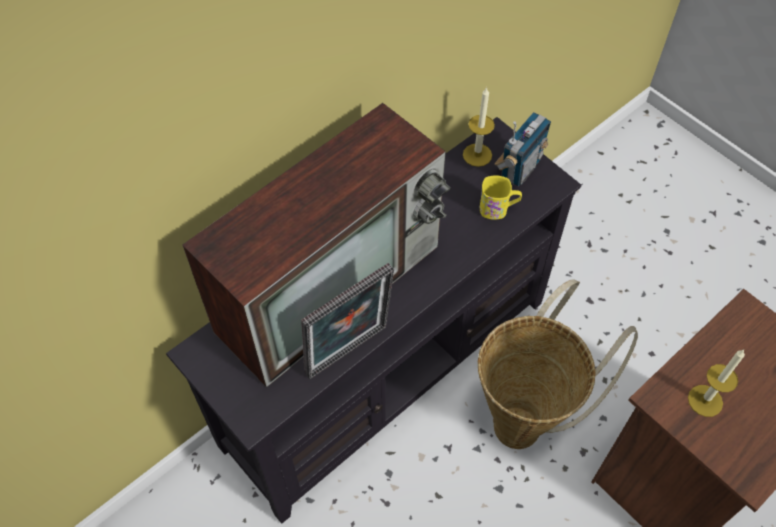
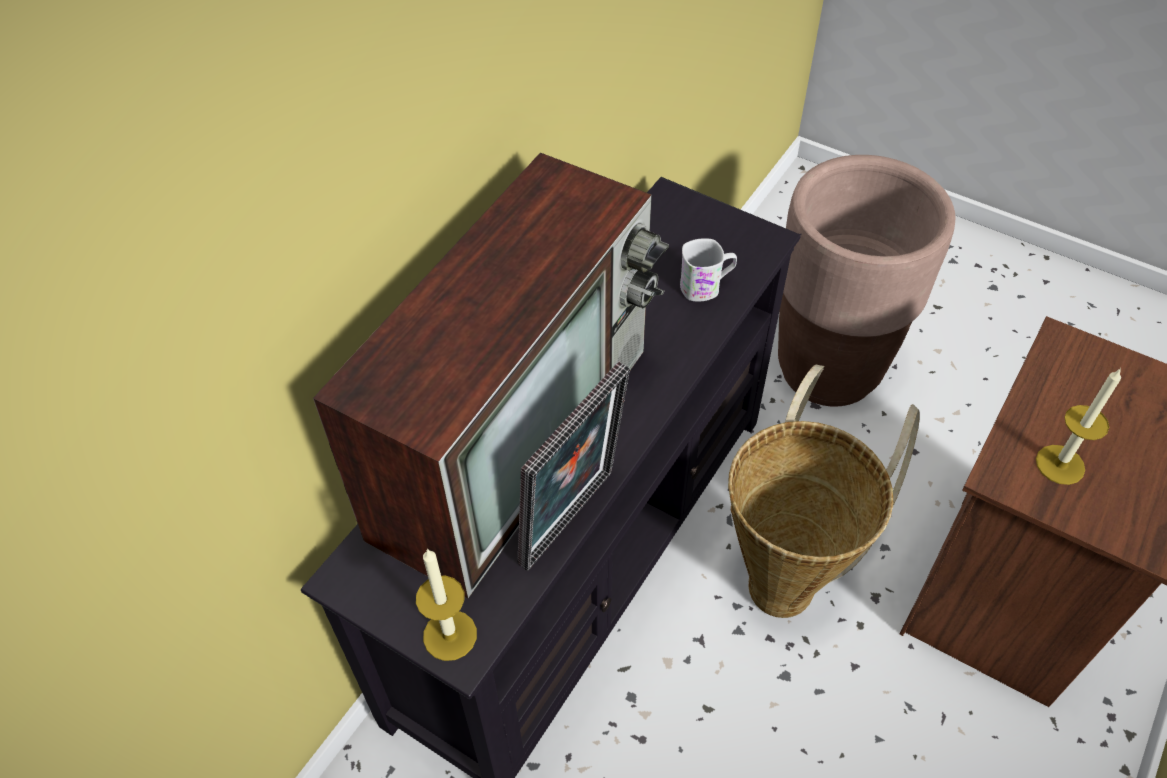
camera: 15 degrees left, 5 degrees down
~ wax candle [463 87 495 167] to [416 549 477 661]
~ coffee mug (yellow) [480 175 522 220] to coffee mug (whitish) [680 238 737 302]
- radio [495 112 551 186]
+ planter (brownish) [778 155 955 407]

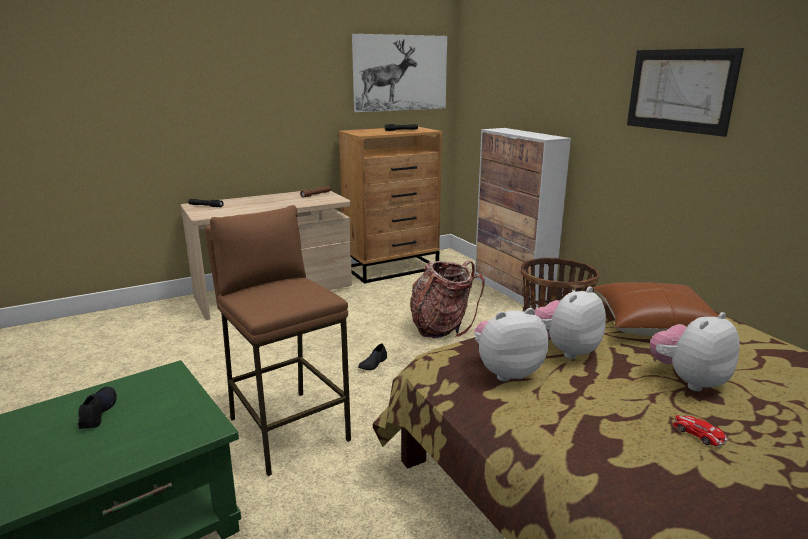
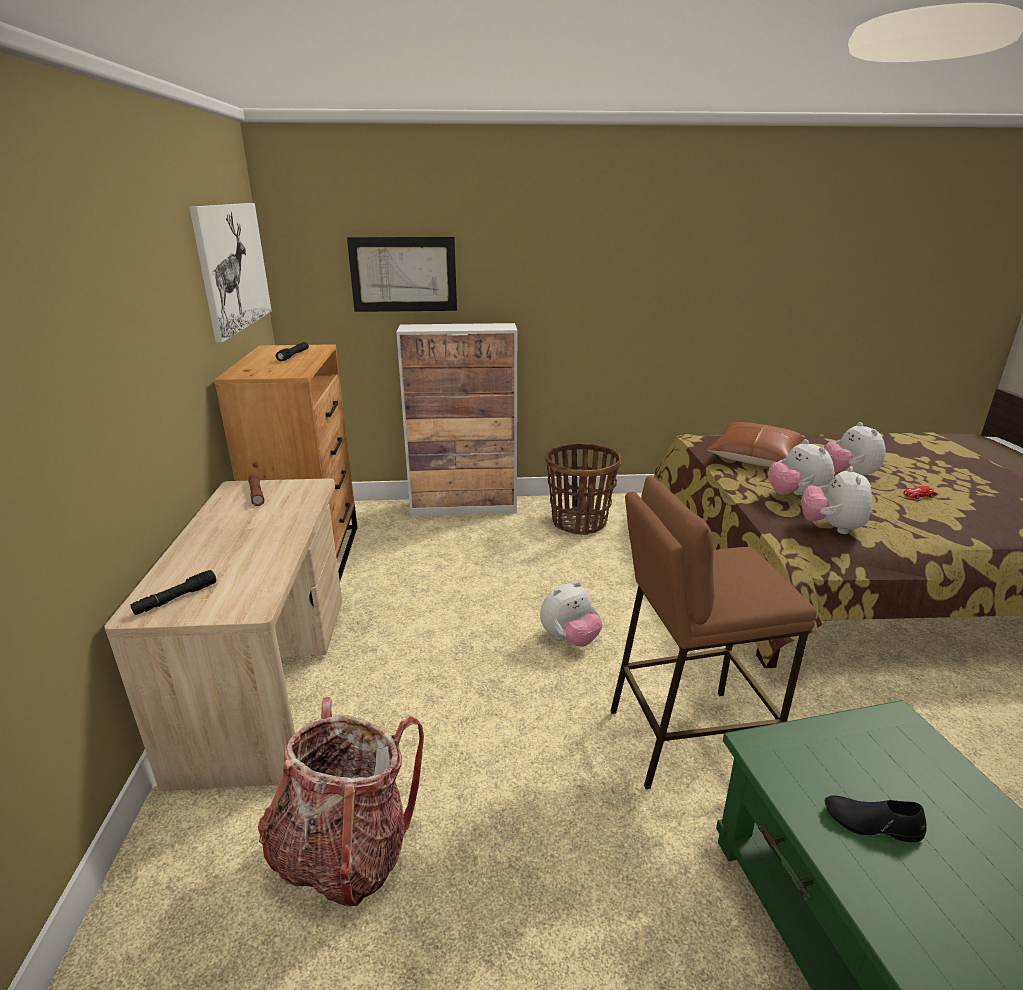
camera: 65 degrees left, 5 degrees up
~ low shoe (black) [358 344 387 370] to soft toy [540 582 603 647]
~ backpack [410 260 484 338] to [258 697 424 907]
~ wall picture [627 48 744 137] to [347 237 457 312]

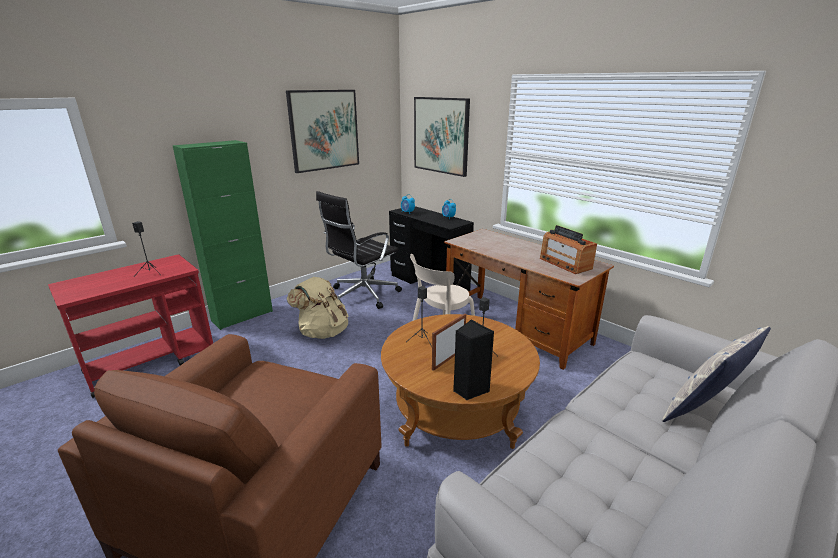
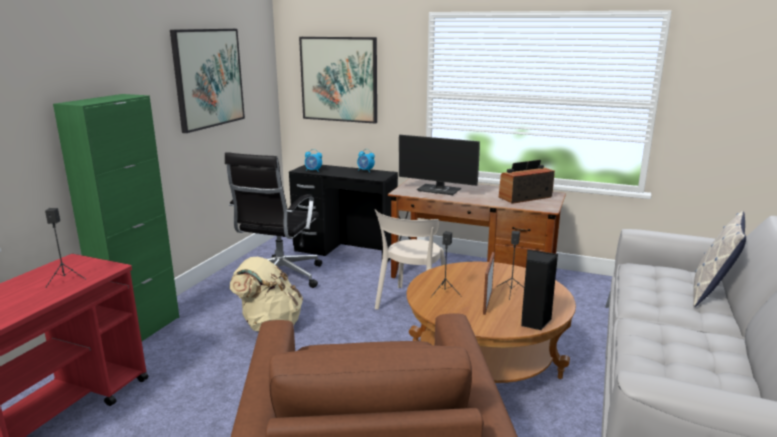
camera: 25 degrees left, 5 degrees down
~ radio [540 225 597 274] = [499 160 555 204] 120 degrees clockwise
+ computer screen [399 135 480 195]

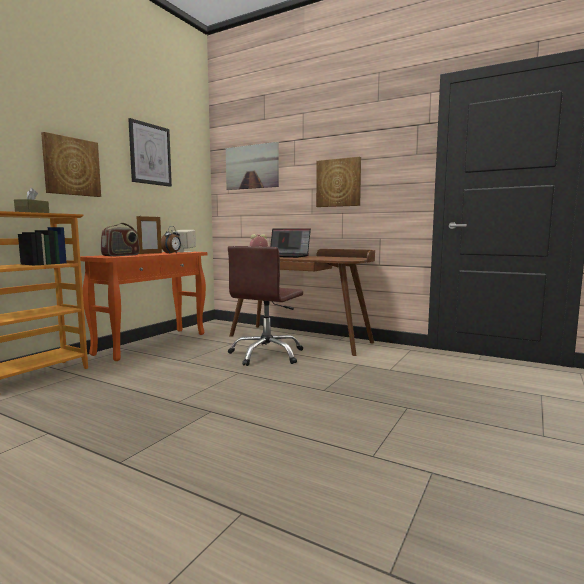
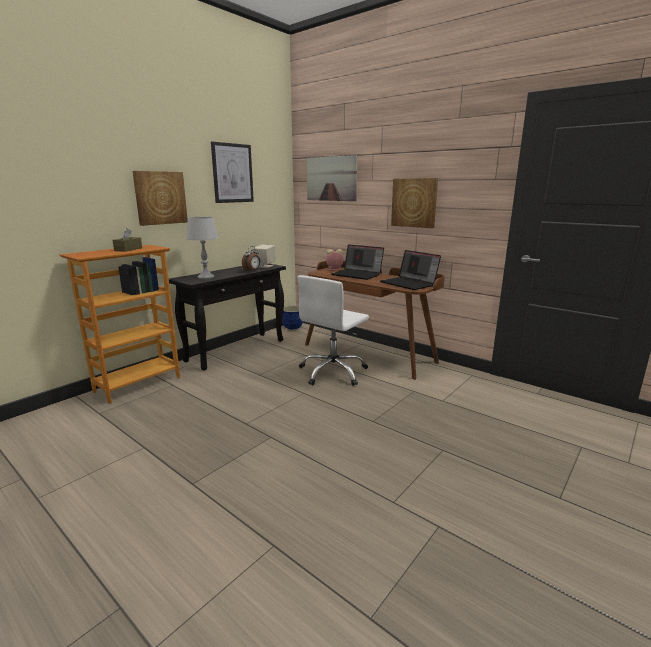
camera: 10 degrees right, 10 degrees up
~ narrow table (orange) [80 252 207 361] to narrow table (black) [169 264 286 371]
~ radio [101 223 140 256] to table lamp (gray) [186 217 218 279]
- standing frame [136 215 162 254]
~ office chair (brownish) [228 246 303 366] to office chair (whitish) [298 275 369 386]
+ planter [282 306 303 329]
+ laptop [380 250 441 290]

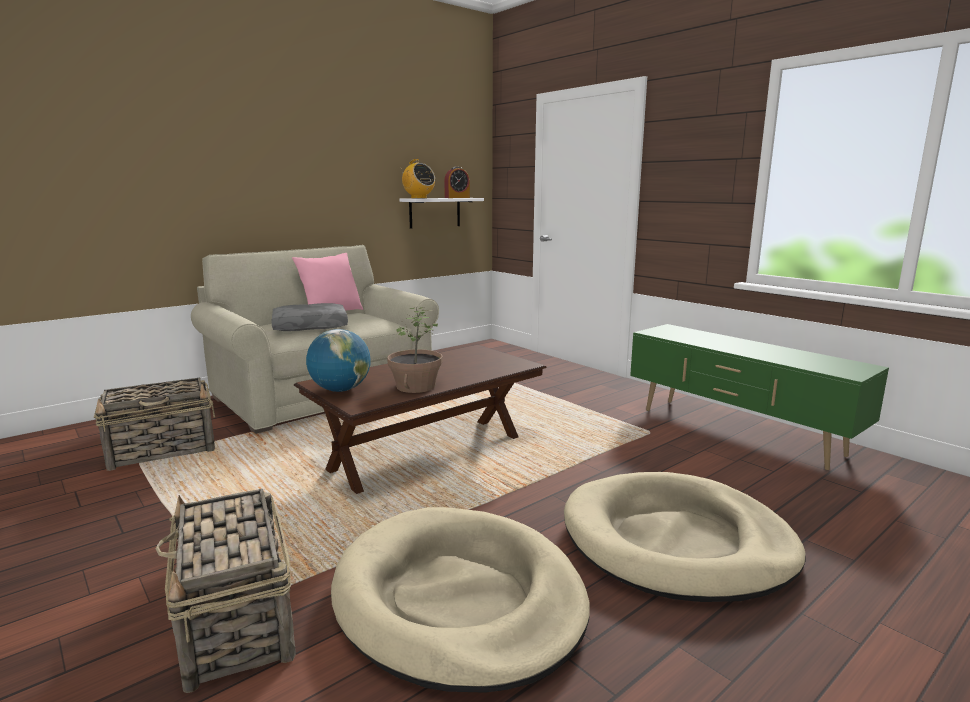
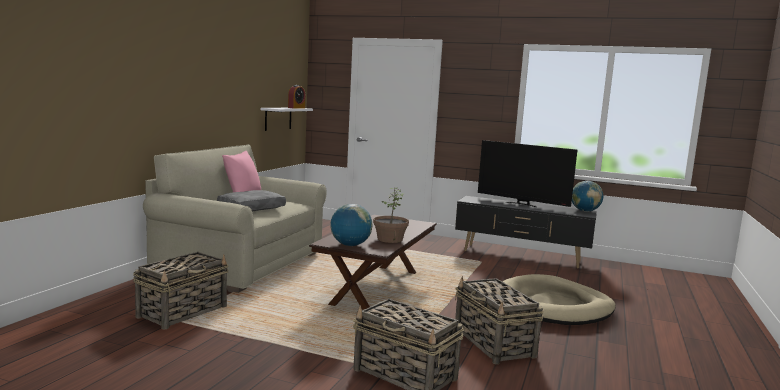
camera: 30 degrees left, 5 degrees down
~ dog bed (sand-coloured) [331 507 590 693] to basket [455 276 544 364]
- radio [400 159 435 199]
~ media console (green-coloured) [630 324 889 470] to media console (black) [455 196 597 268]
+ TV [478 140 577 207]
+ desk globe [572 181 603 212]

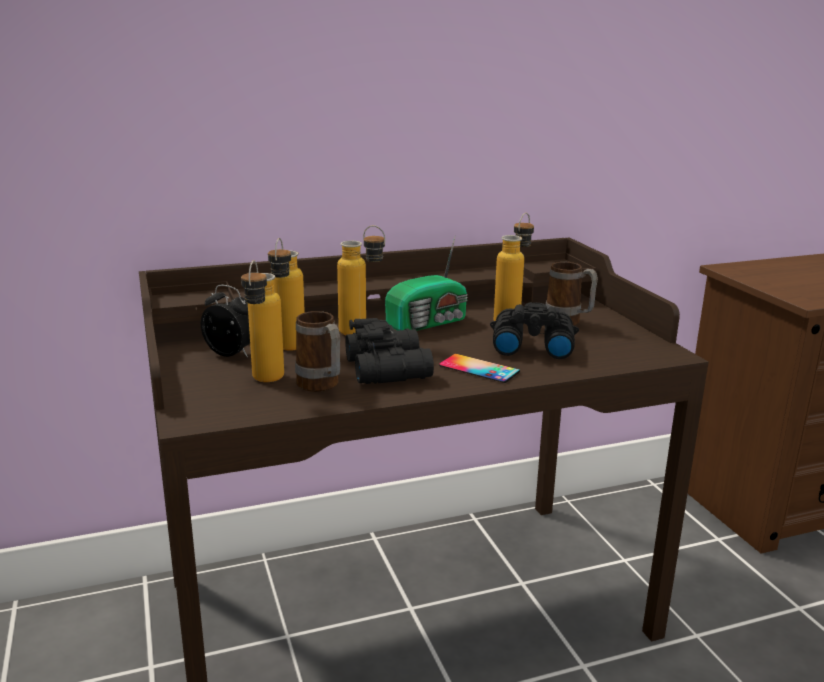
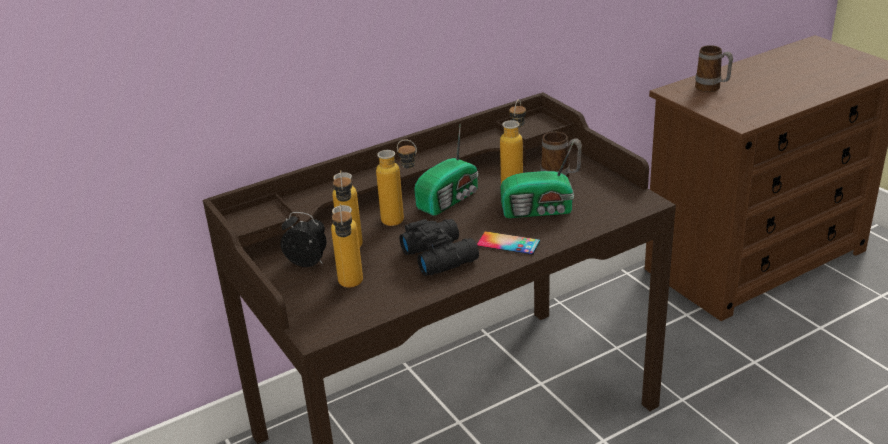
camera: 10 degrees left, 10 degrees up
~ coffee mug [295 311 340 392] to [695 45 733 92]
~ pair of binoculars (black) [490 302 579 359] to radio [500 141 574 218]

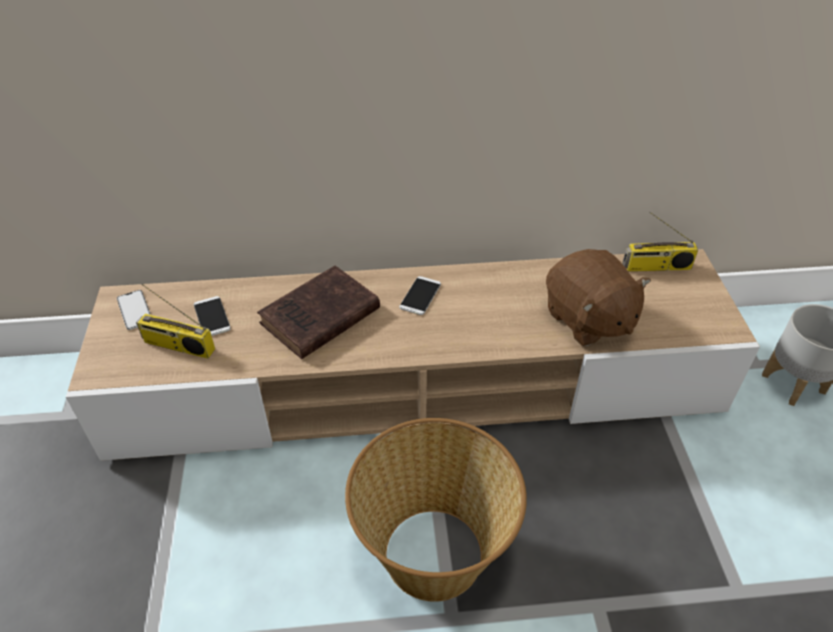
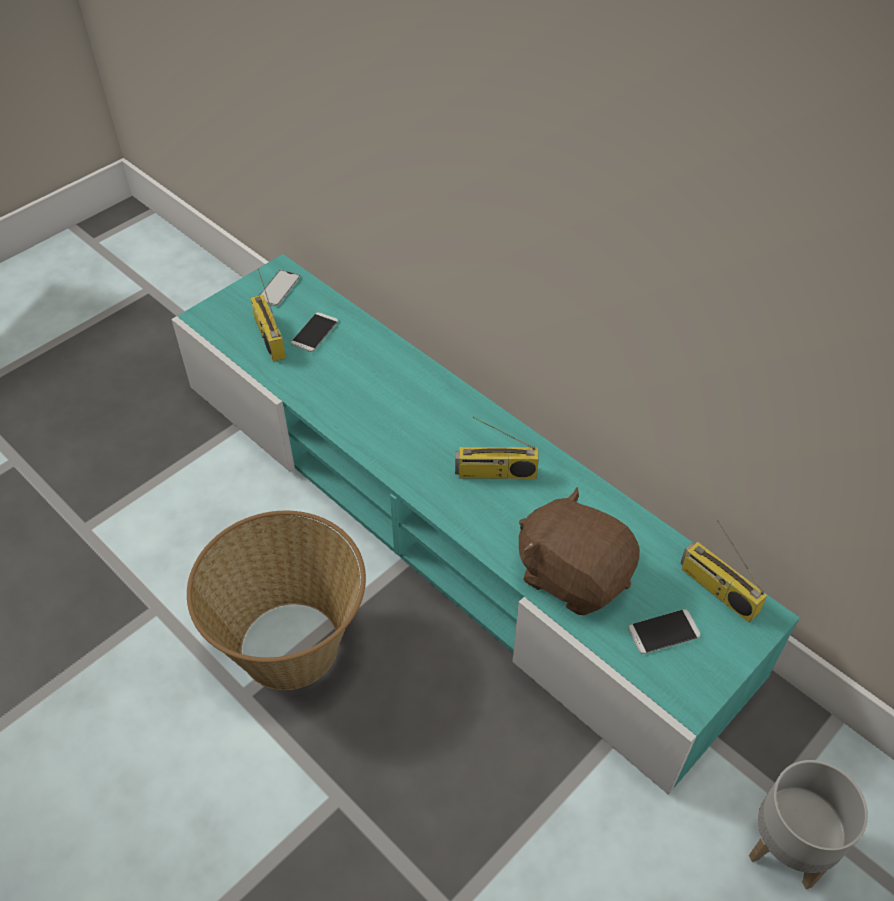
camera: 50 degrees right, 5 degrees up
~ media console (sand-coloured) [66 249 760 461] to media console (turquoise-coloured) [171 254 800 794]
- bound book (brownish) [257 266 380 359]
~ phone [399 276 441 315] to [628 609 701 654]
~ soft toy (brownish) [546 249 651 346] = [519 487 639 615] 105 degrees clockwise
+ radio [455 416 539 479]

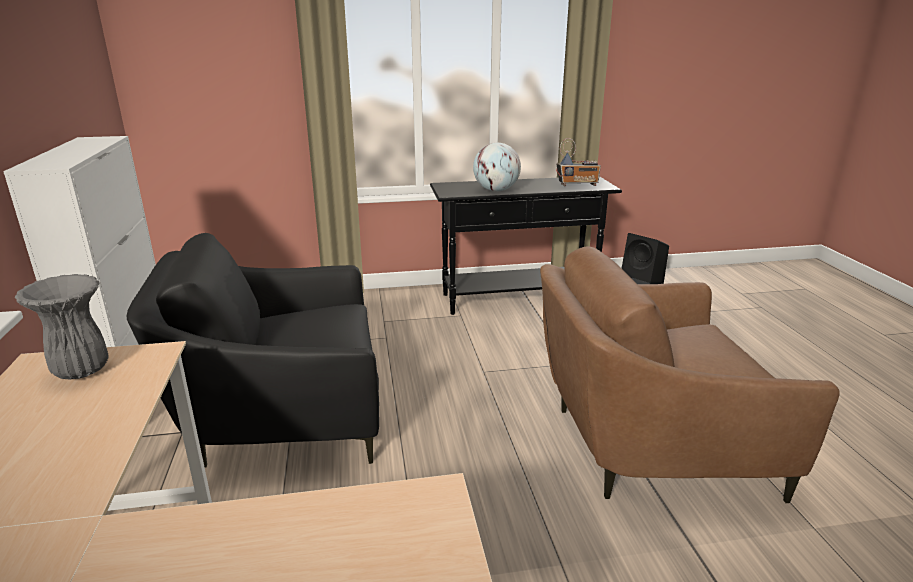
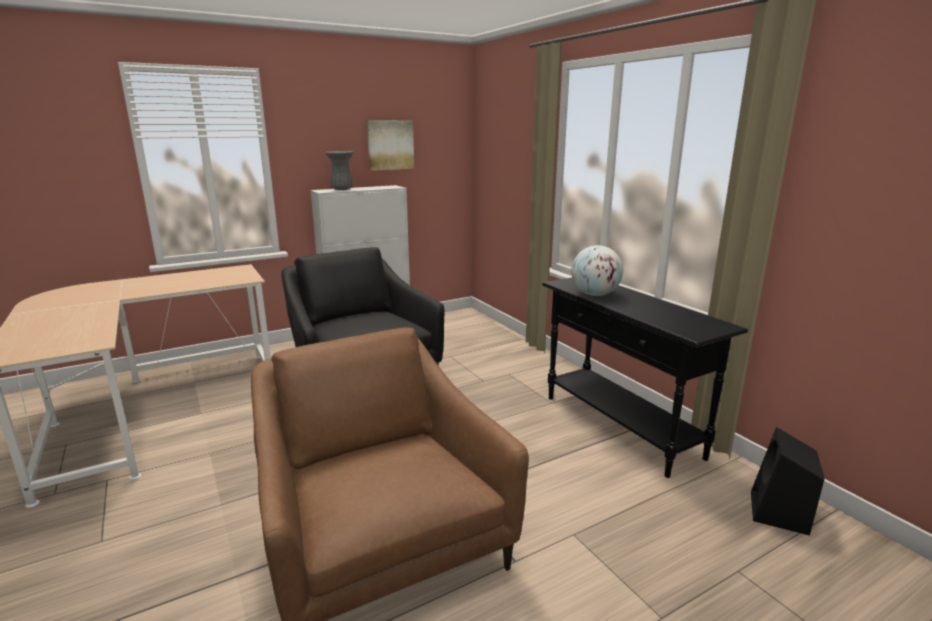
camera: 70 degrees right, 5 degrees down
~ flower vase (gray) [15 274 108 379] to [325 151 354 190]
- radio [556 138 601 186]
+ wall picture [367 120 414 171]

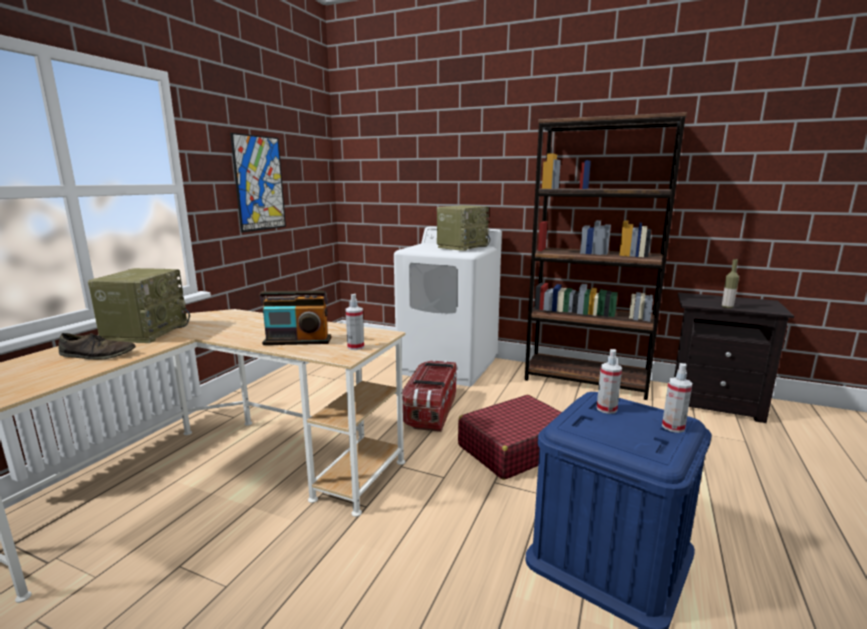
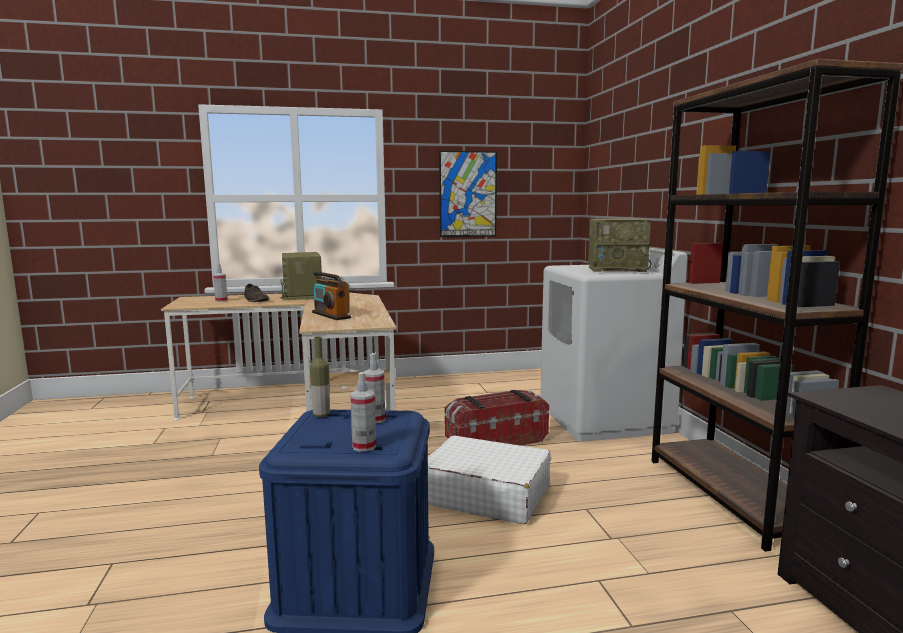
camera: 55 degrees right, 5 degrees down
~ radio [88 268 190 343] = [280 252 322 300] 105 degrees clockwise
~ spray bottle [346 294 364 350] to [213 264 228 302]
~ piece of luggage (red) [458 395 562 480] to piece of luggage (whitish) [428 435 551 524]
~ bottle [722 259 739 308] to [310 337 330 417]

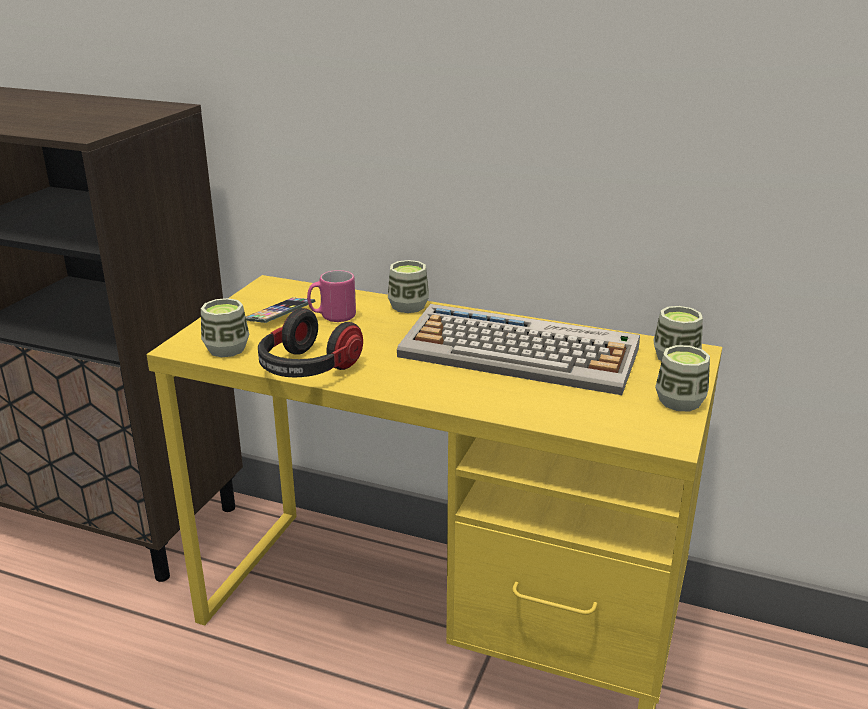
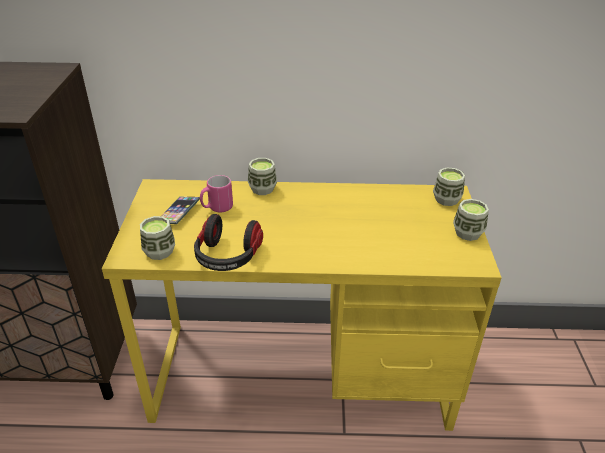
camera: 20 degrees left, 10 degrees up
- computer keyboard [397 304 640 395]

